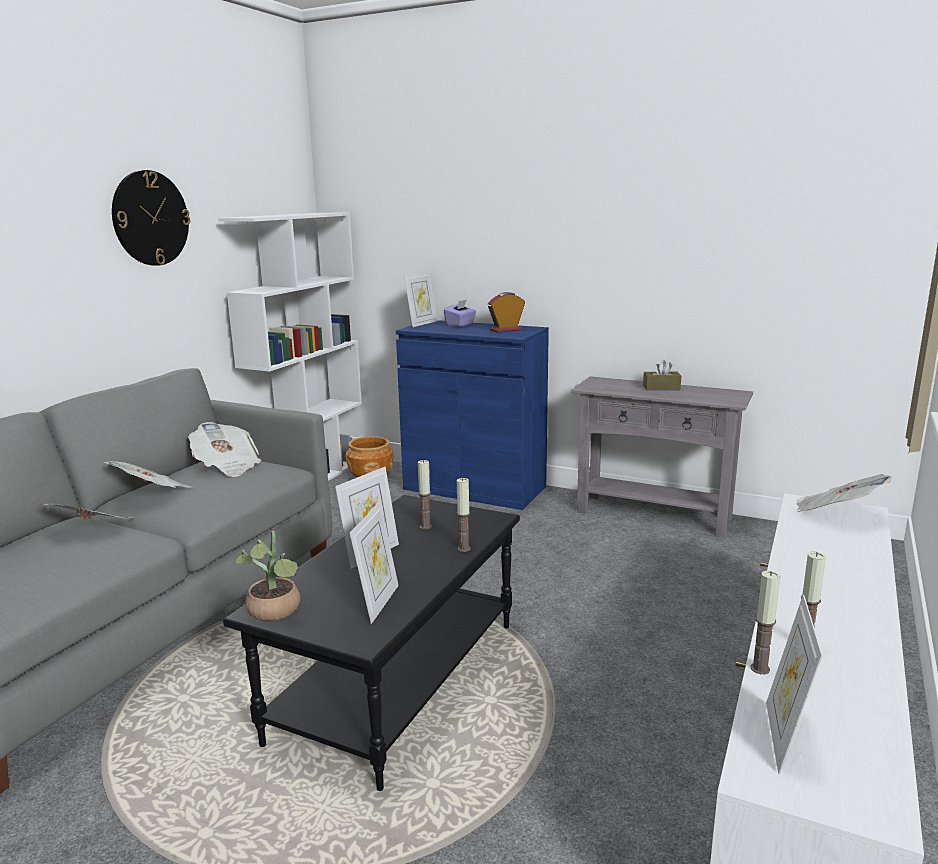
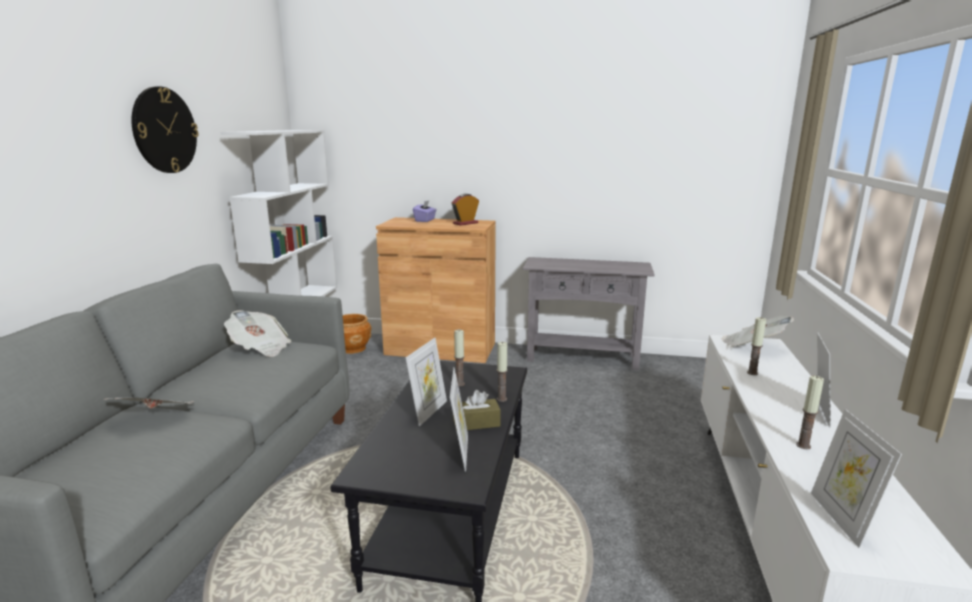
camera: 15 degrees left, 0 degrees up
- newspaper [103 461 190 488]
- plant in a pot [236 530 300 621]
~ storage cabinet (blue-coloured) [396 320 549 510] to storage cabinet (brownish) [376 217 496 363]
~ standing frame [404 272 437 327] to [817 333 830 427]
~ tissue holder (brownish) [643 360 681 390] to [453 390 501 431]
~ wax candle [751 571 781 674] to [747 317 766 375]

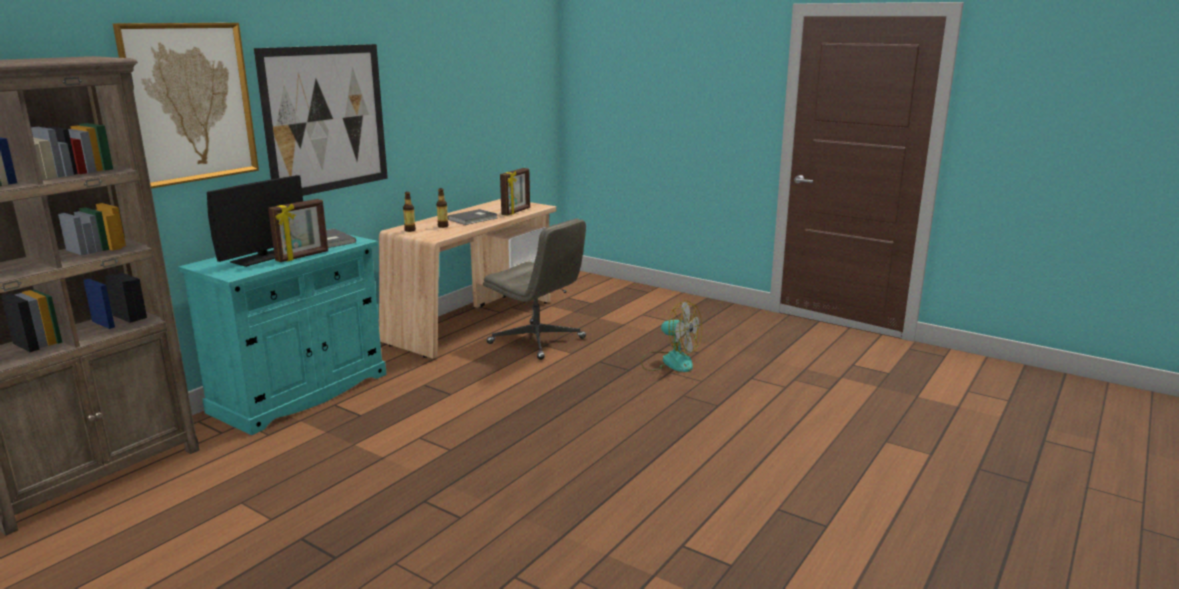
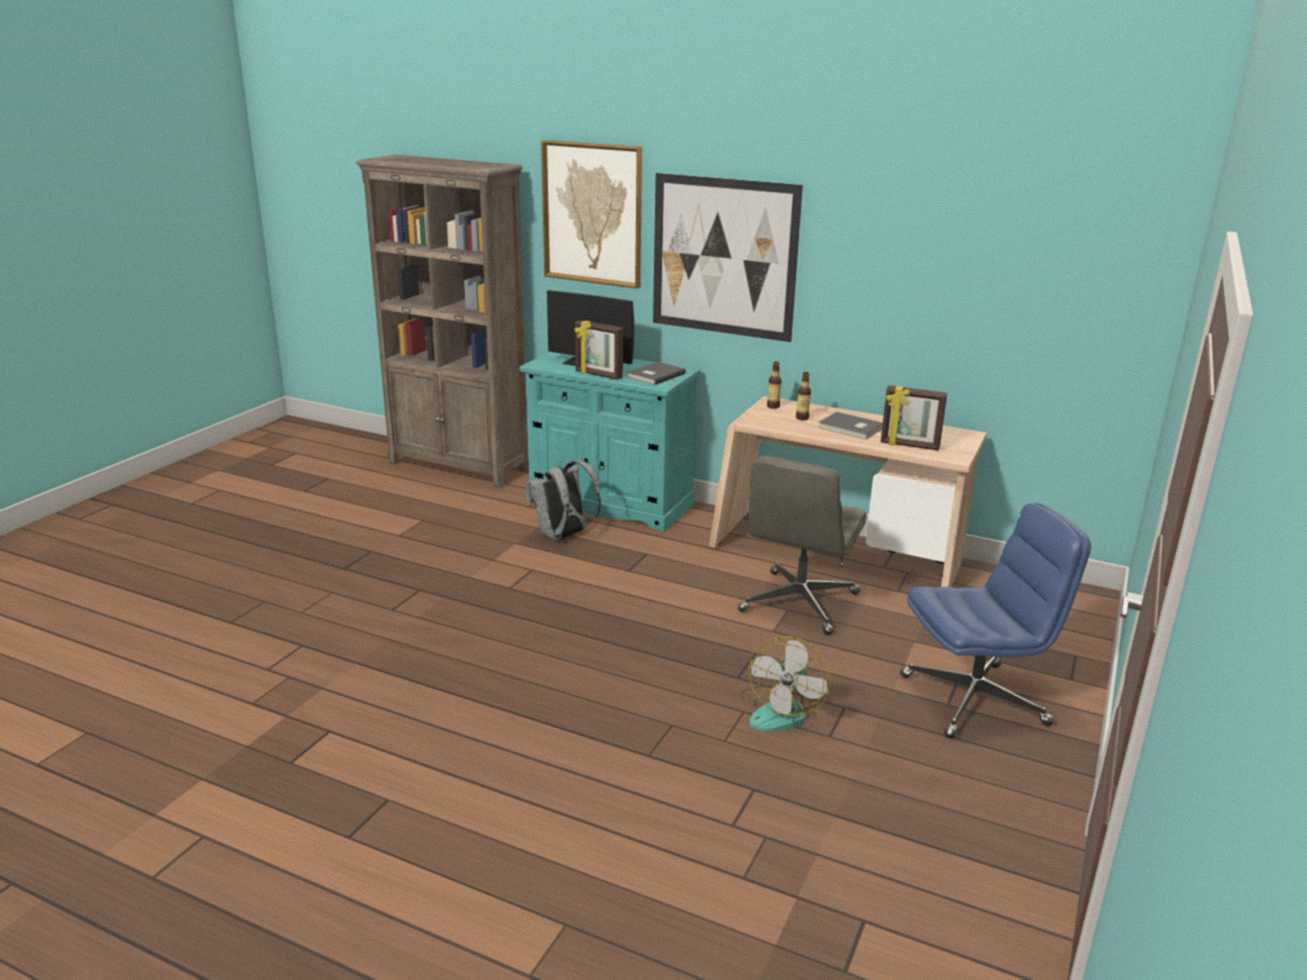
camera: 80 degrees right, 5 degrees up
+ backpack (gray) [527 461 601 541]
+ office chair (blue-coloured) [900 503 1091 738]

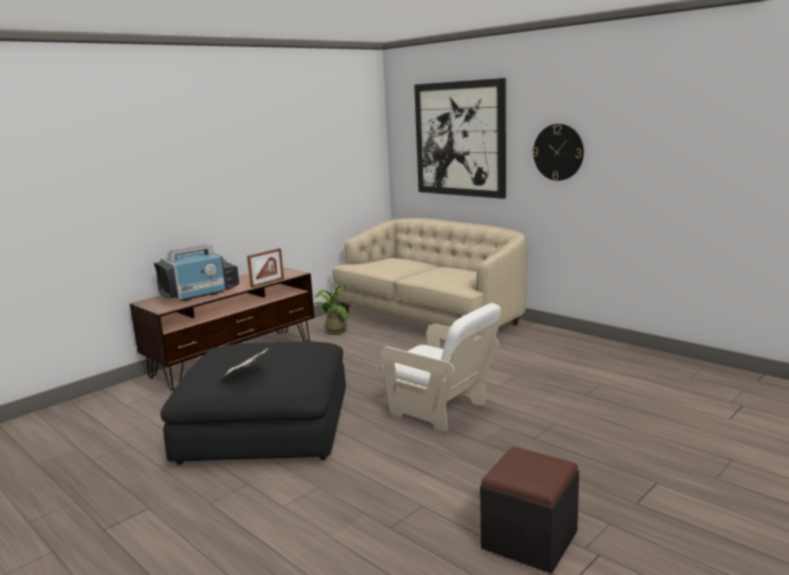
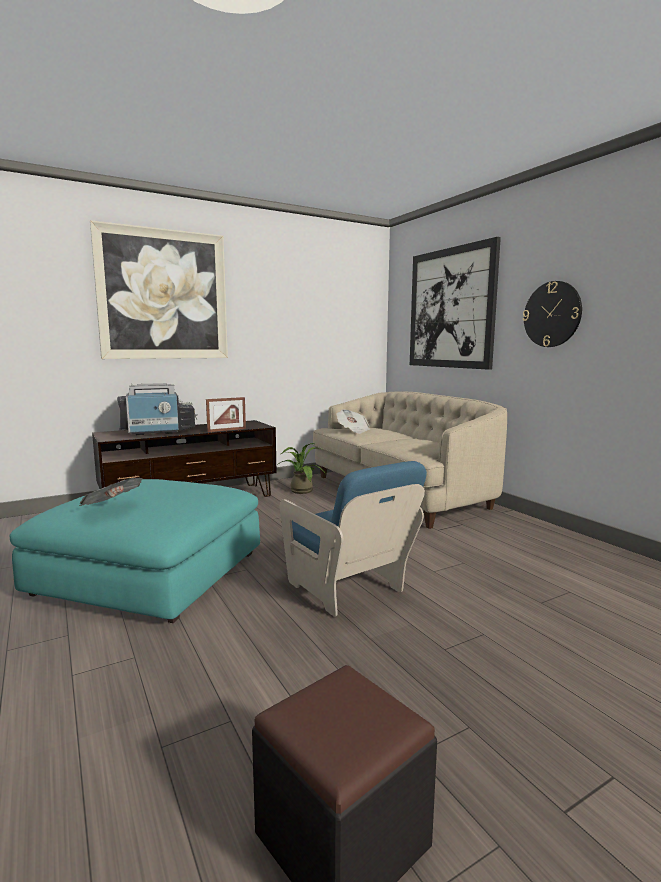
camera: 15 degrees right, 5 degrees down
~ pouffe (black) [160 341 346 465] to pouffe (turquoise-coloured) [10 479 260 623]
~ lounge chair (whitish) [381 303 501 432] to lounge chair (blue-coloured) [280 461 427 617]
+ wall picture [90 220 228 359]
+ newspaper [336 409 370 434]

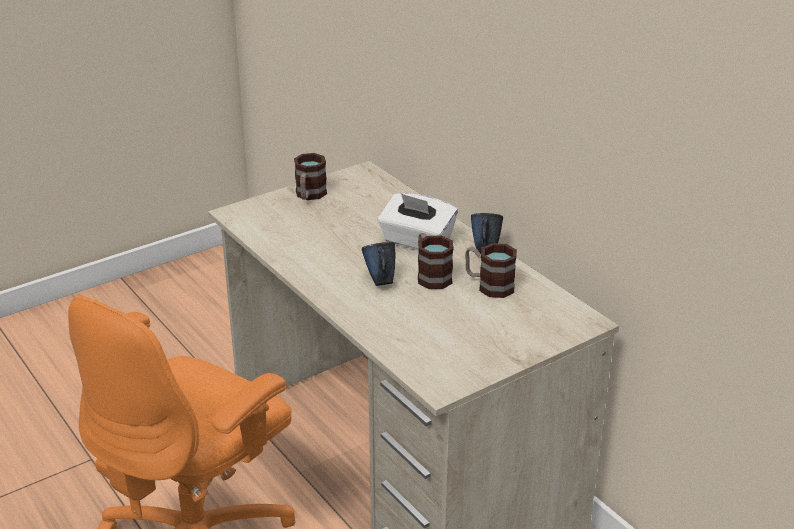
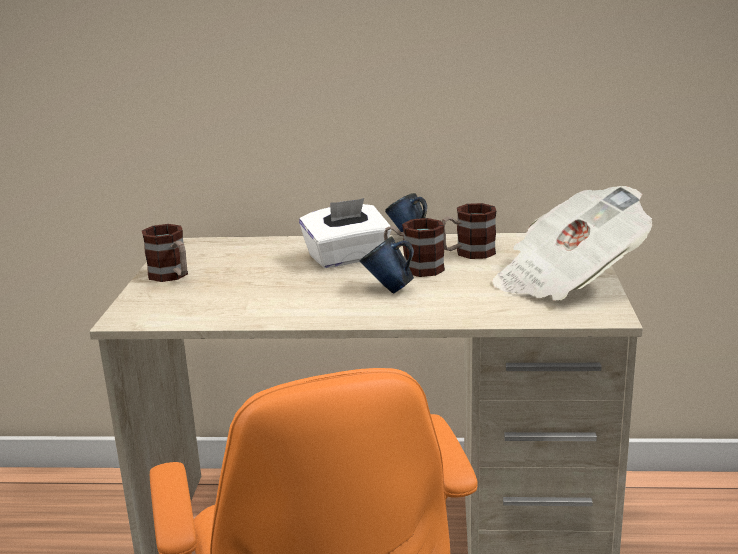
camera: 50 degrees left, 10 degrees down
+ newspaper [492 186 652 301]

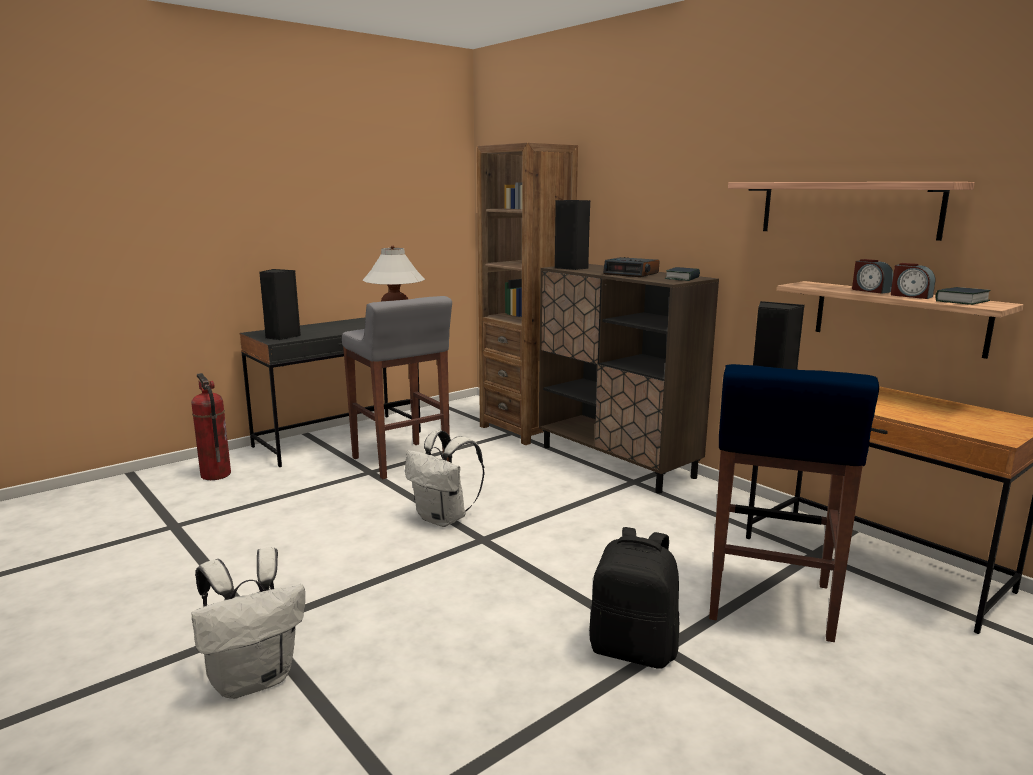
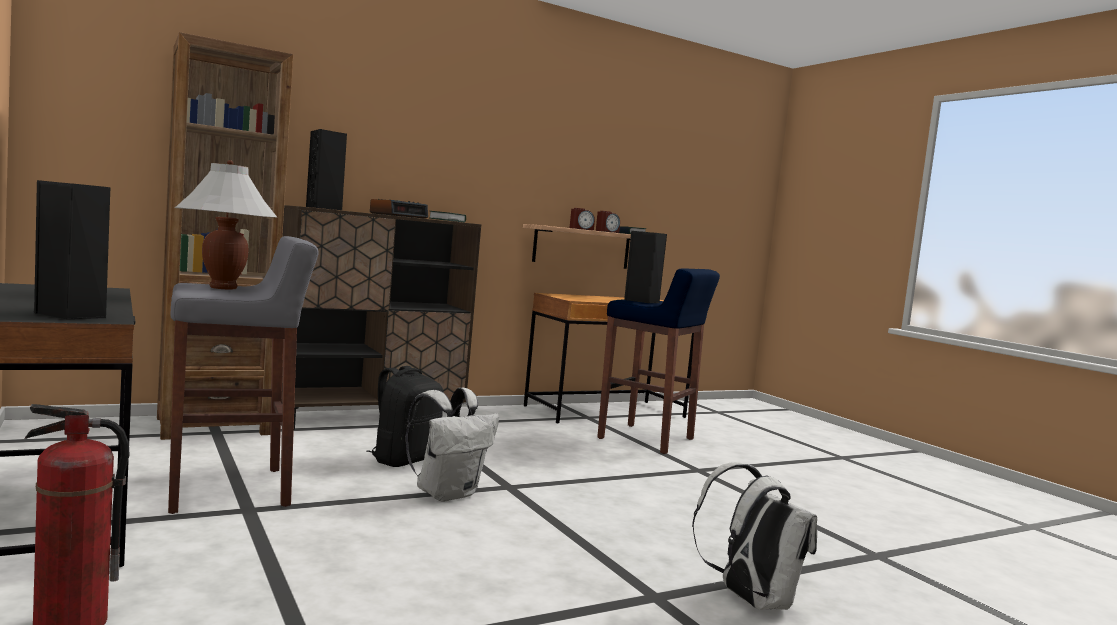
camera: 80 degrees left, 10 degrees down
~ backpack (black) [589 527 679 668] to [366 366 444 467]
- wall shelf [728 182 975 241]

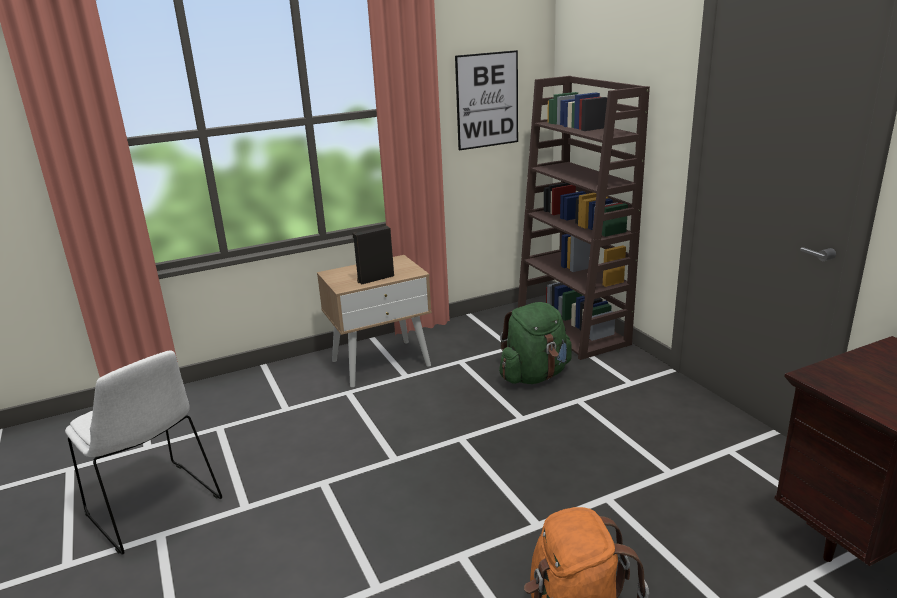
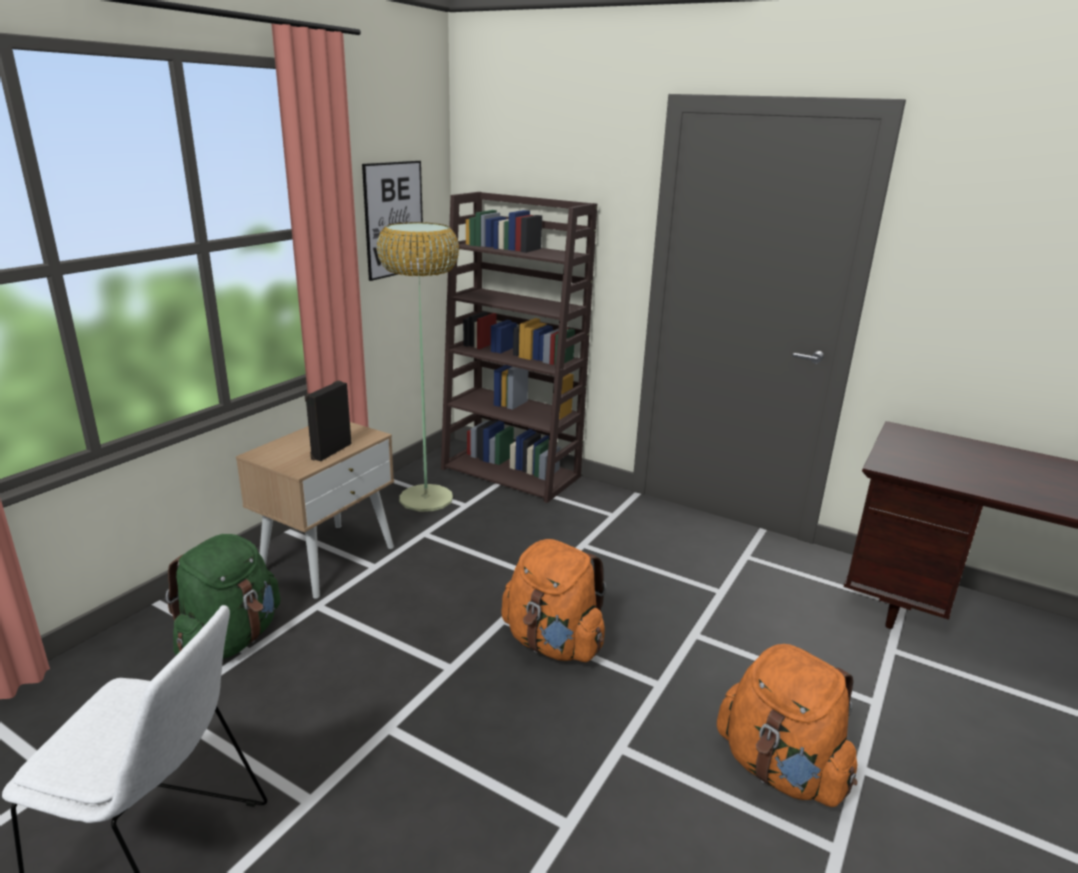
camera: 35 degrees left, 0 degrees up
~ backpack (green-coloured) [499 302 572 384] to [166 534 281 659]
+ standard lamp [376 222 459 512]
+ backpack (orange) [502 539 606 662]

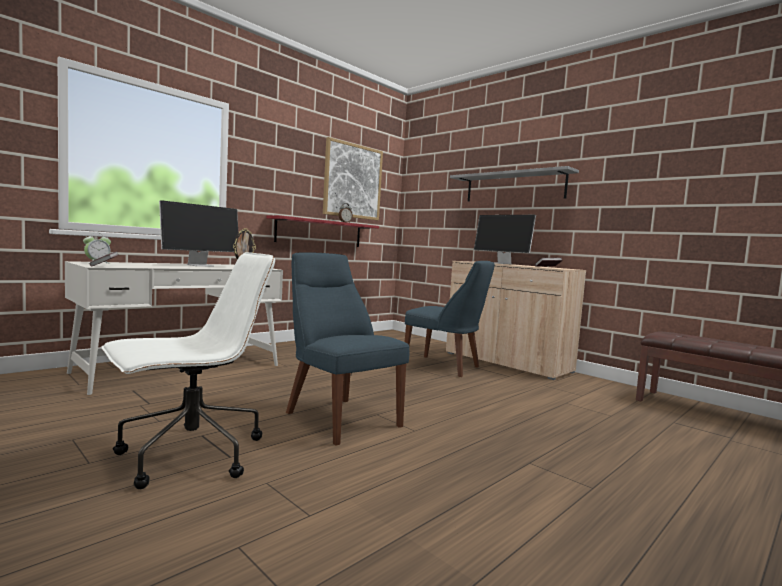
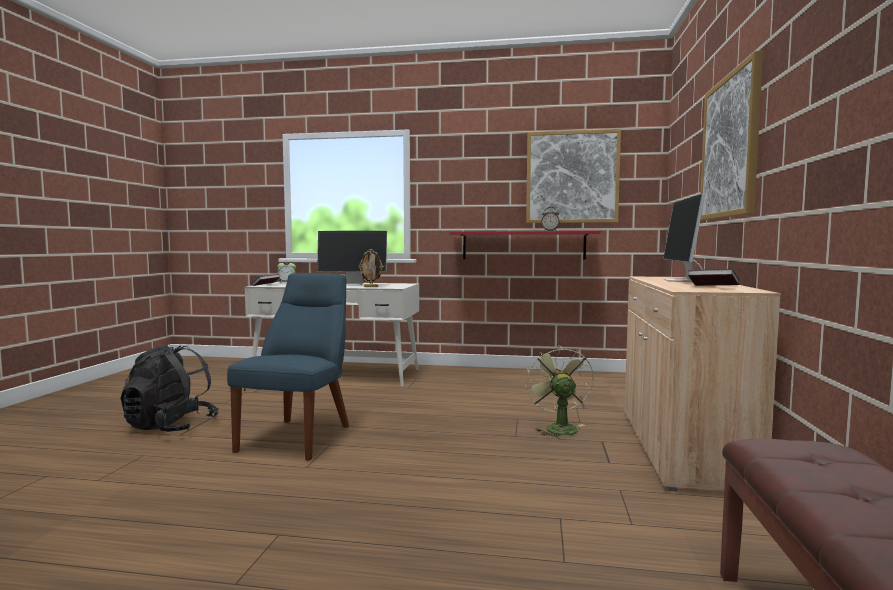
camera: 55 degrees right, 0 degrees up
~ office chair (whitish) [101 252 275 489] to backpack (black) [121 345 219 432]
~ chair (blue-coloured) [404 261 494 377] to fan (green-coloured) [525 345 594 439]
~ wall shelf (gray) [450 166 579 201] to wall picture [700 51 763 220]

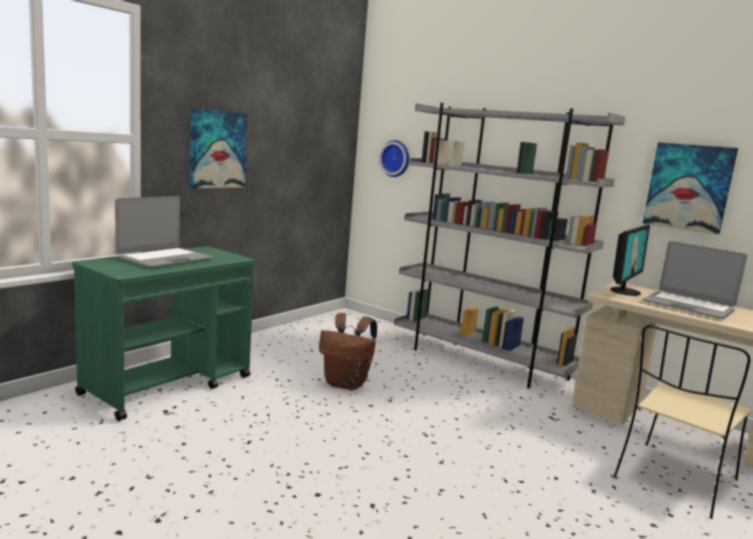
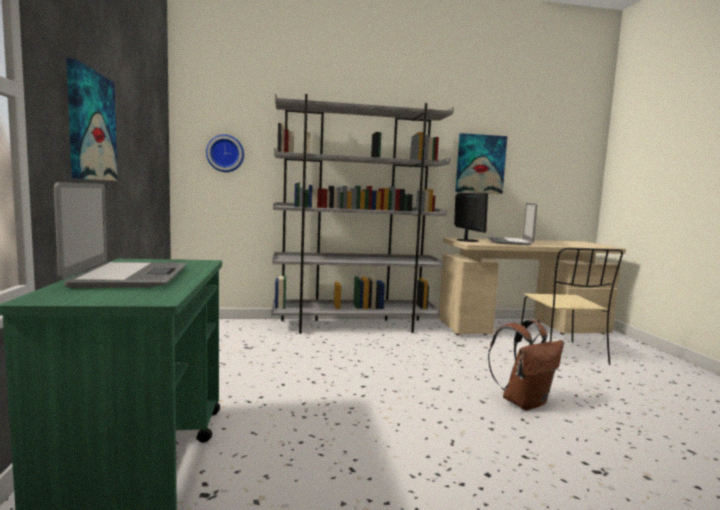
camera: 45 degrees left, 5 degrees down
~ backpack (brownish) [319 313 377 390] to [488 320 564 411]
~ laptop [643 241 747 319] = [487 203 538 246] 105 degrees clockwise

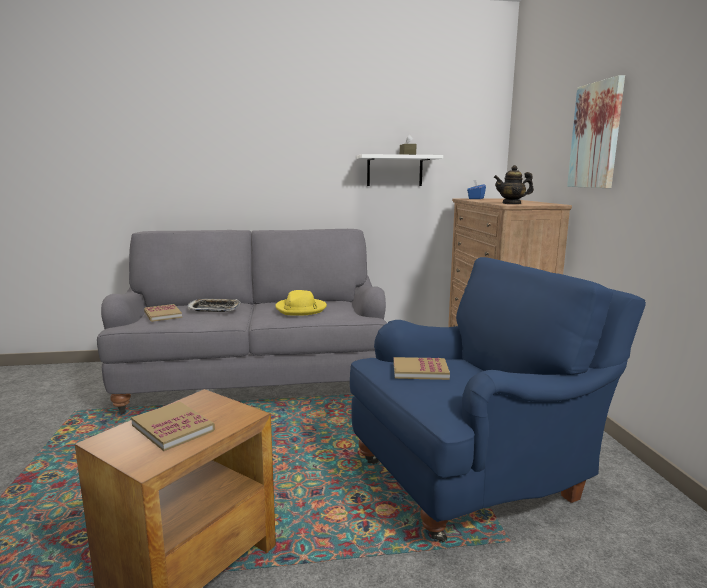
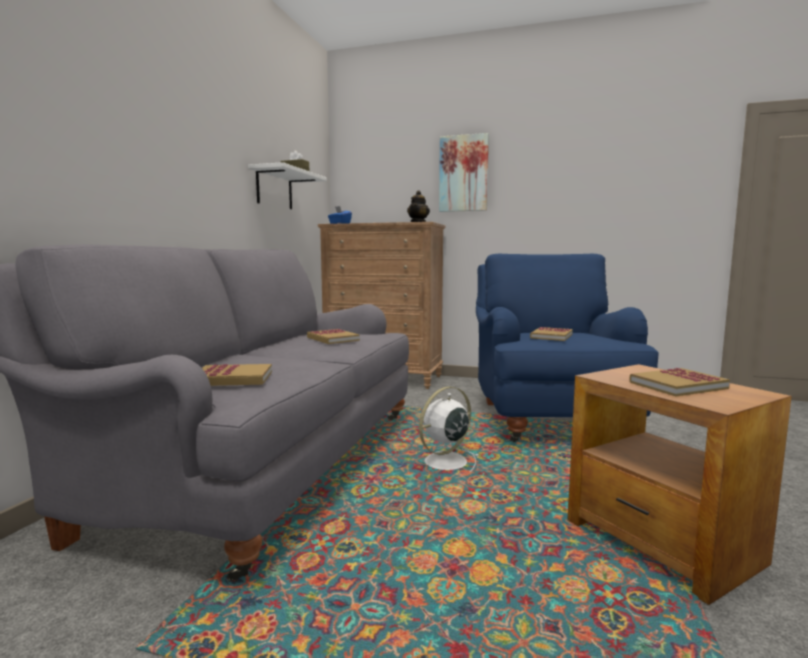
camera: 65 degrees left, 5 degrees down
- carrying tray [188 298 240 312]
~ clothing hat (yellow) [275 290 327 316] to bound book [307 329 360 344]
+ fan (whitish) [419 386 479 471]

